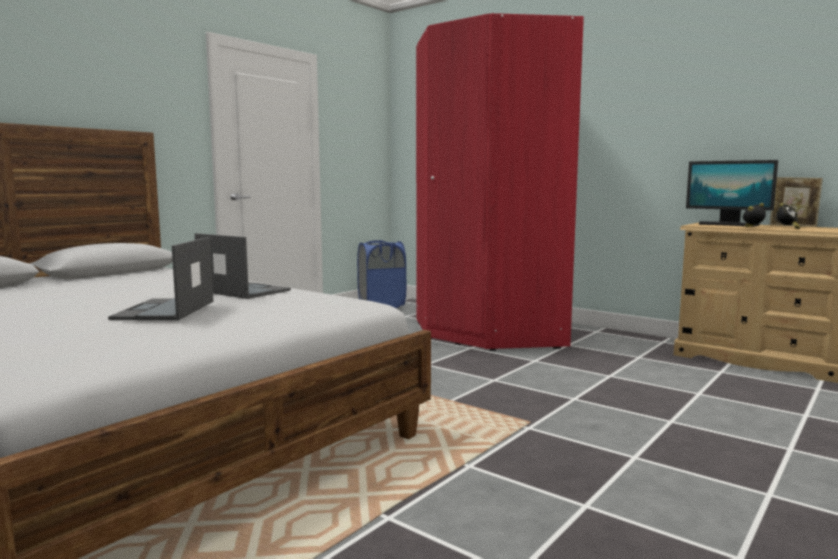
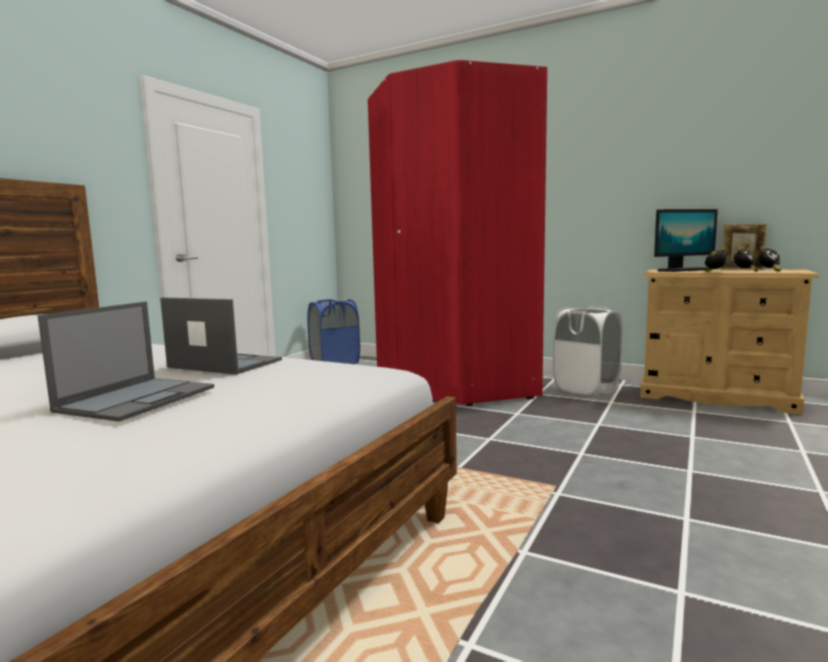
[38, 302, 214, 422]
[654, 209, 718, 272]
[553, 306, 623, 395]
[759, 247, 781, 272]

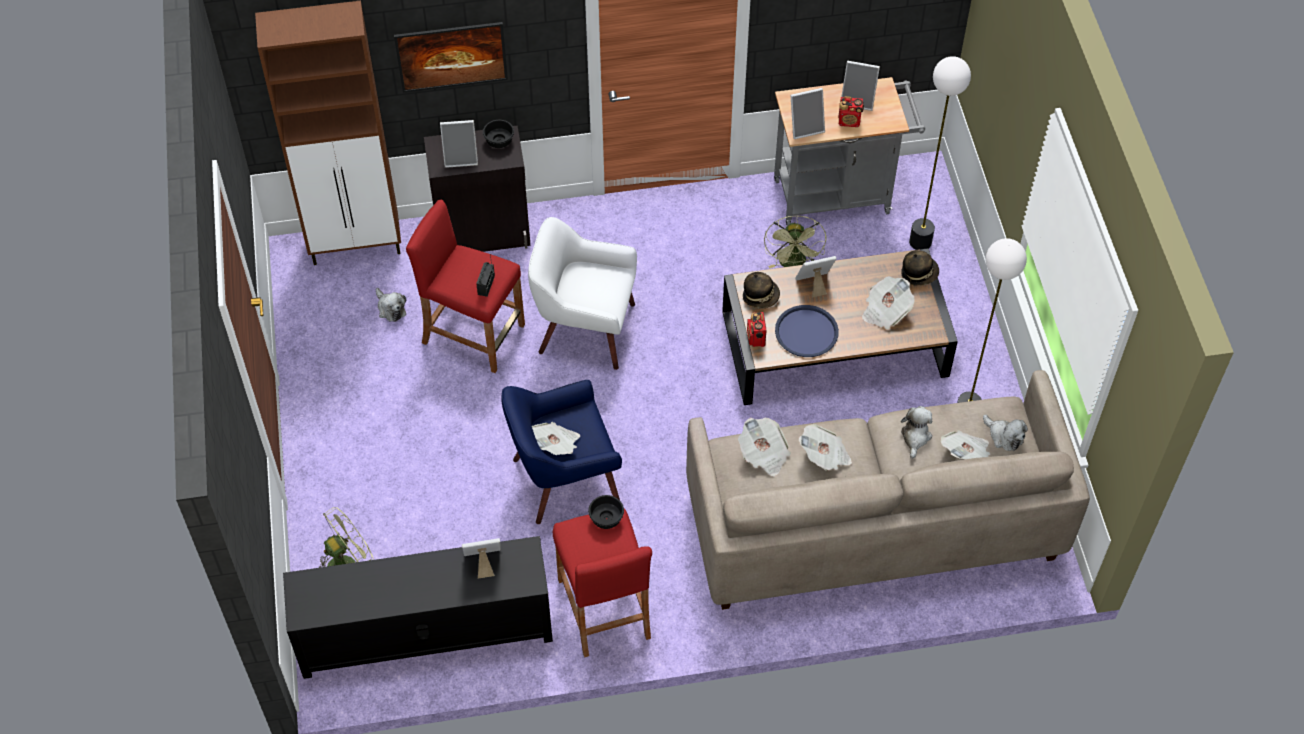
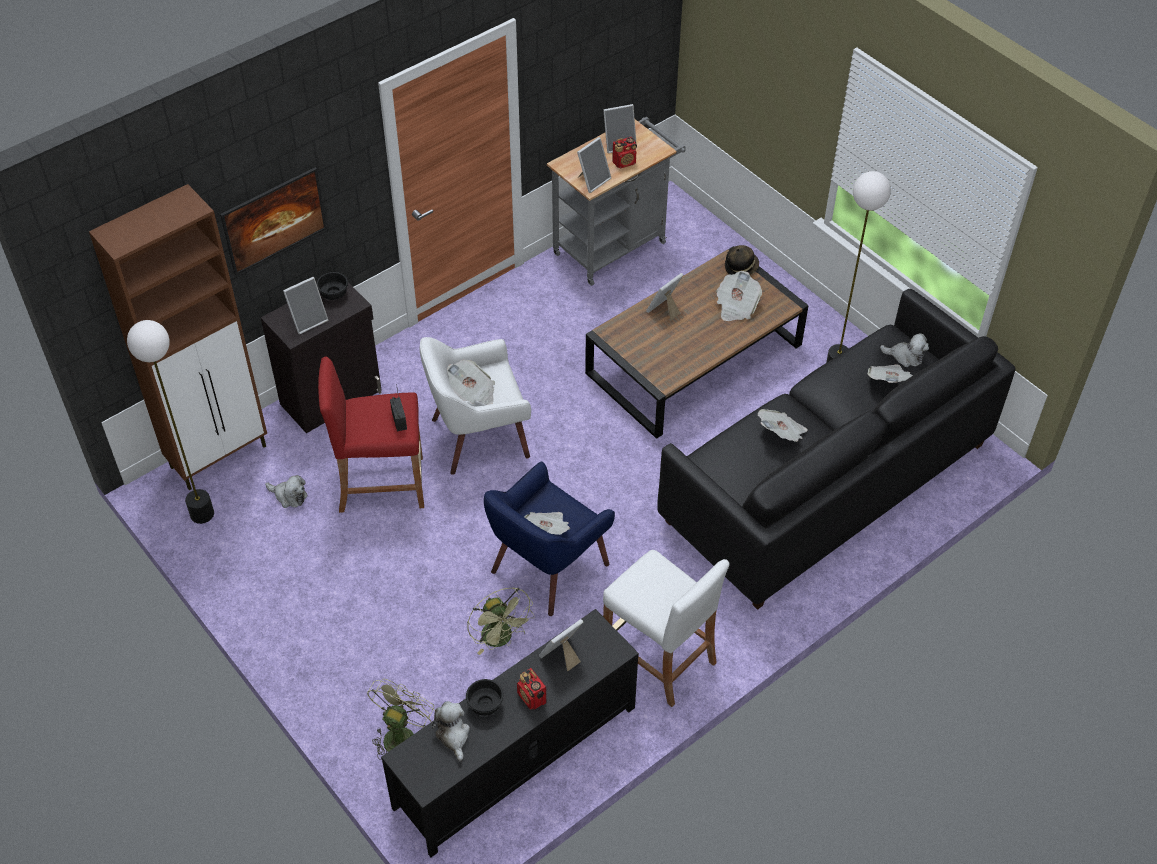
[603, 550, 730, 707]
[466, 679, 504, 716]
[657, 289, 1016, 610]
[447, 360, 495, 405]
[743, 272, 780, 308] (first image)
[517, 668, 546, 710]
[468, 587, 535, 655]
[775, 305, 839, 357] (first image)
[431, 701, 470, 762]
[127, 320, 214, 524]

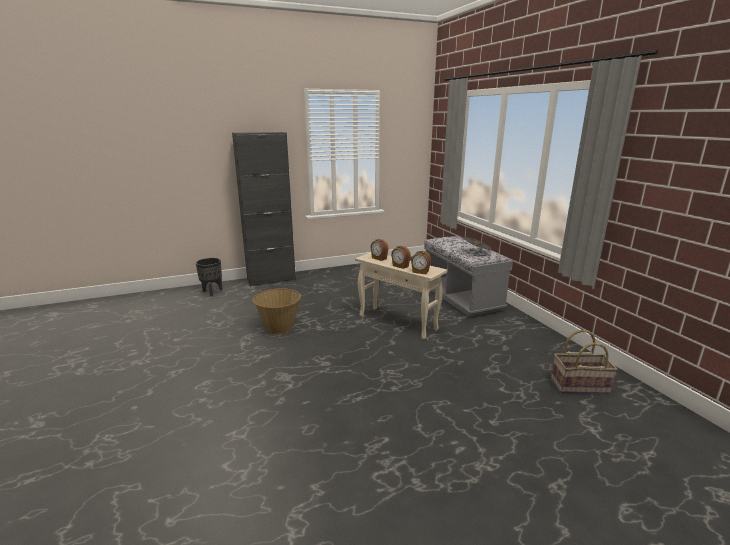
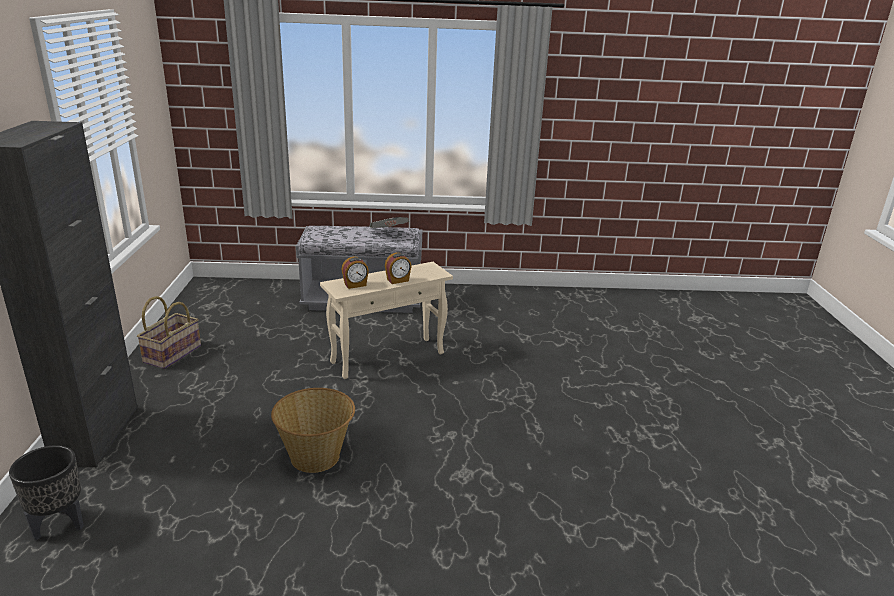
[411, 251, 431, 274] (first image)
[137, 296, 201, 369]

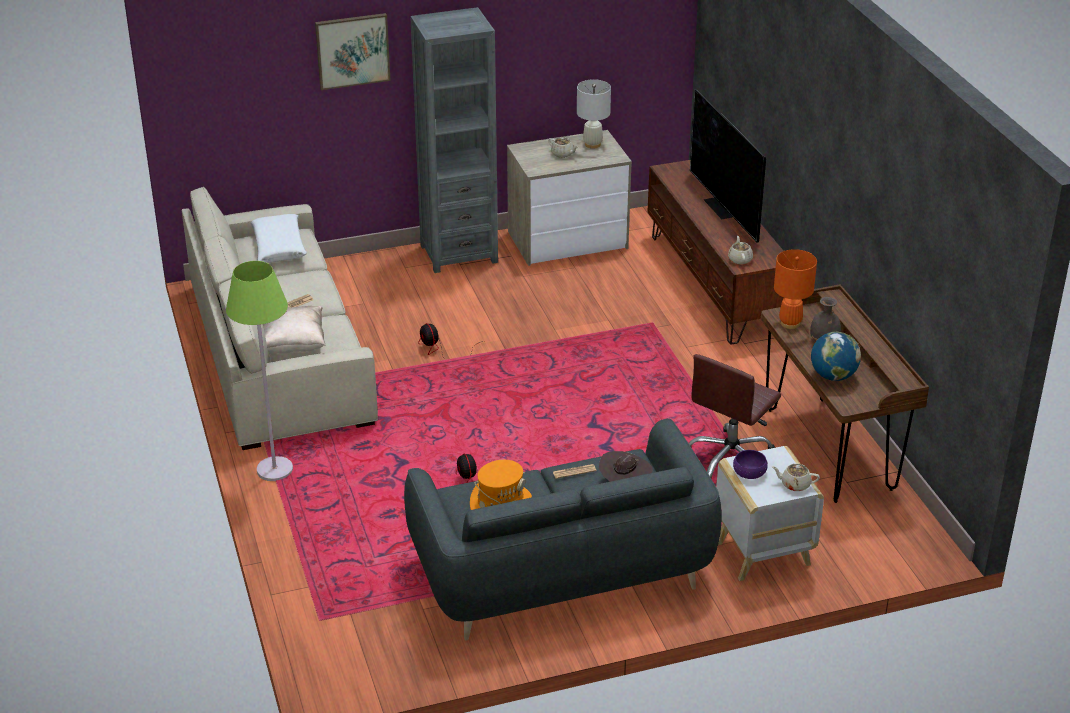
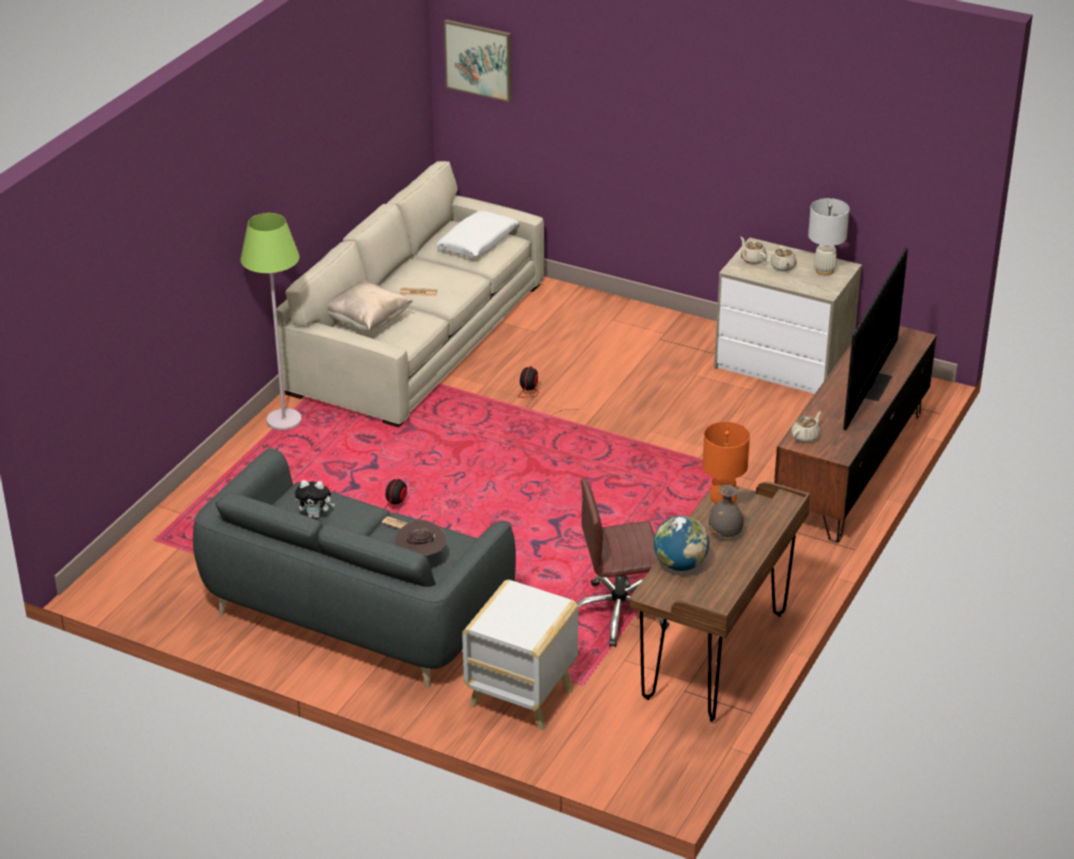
[444, 19, 512, 102]
[410, 7, 498, 273] (first image)
[295, 480, 335, 518]
[733, 450, 768, 479] (first image)
[740, 237, 767, 264]

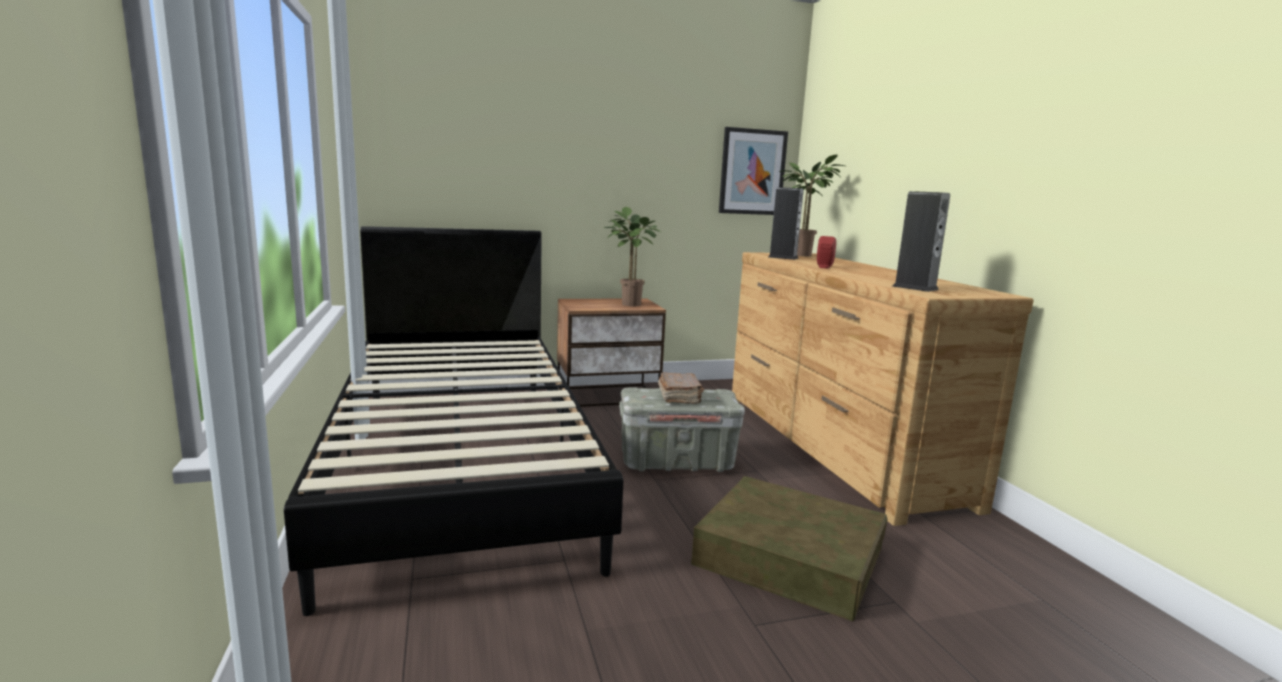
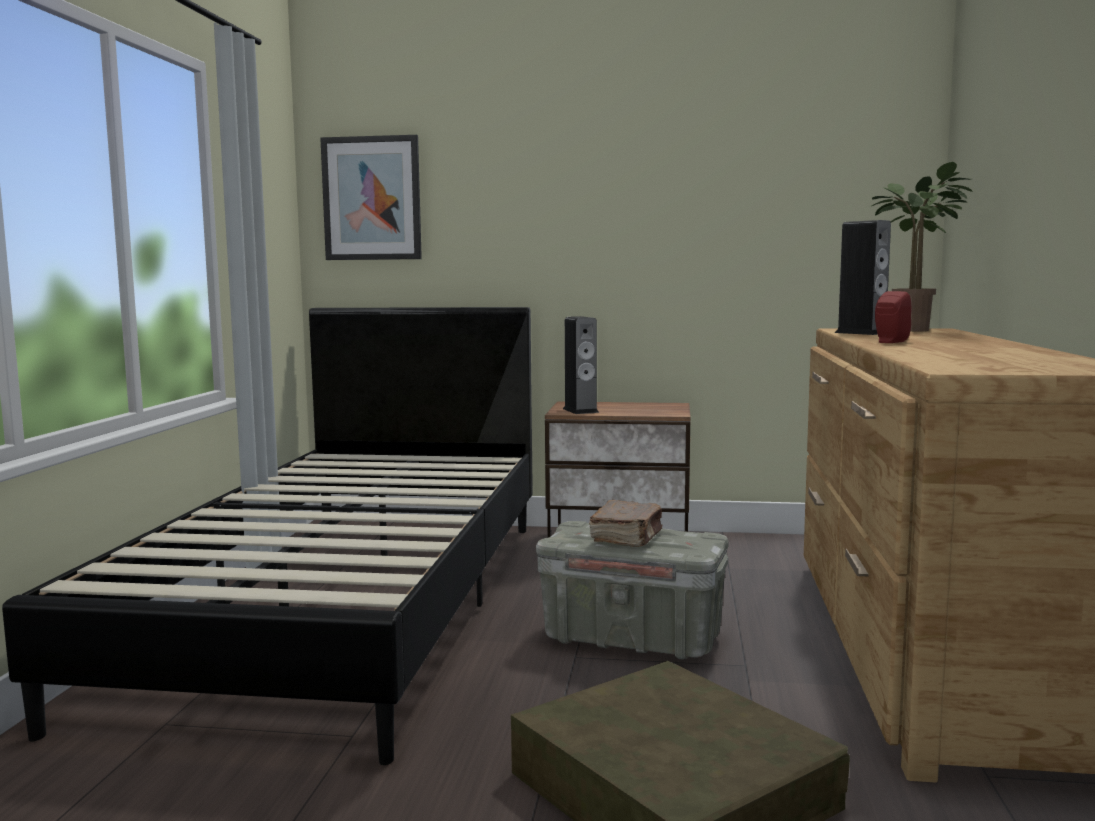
[604, 207, 661, 306] (first image)
[320, 135, 422, 260]
[563, 316, 599, 414]

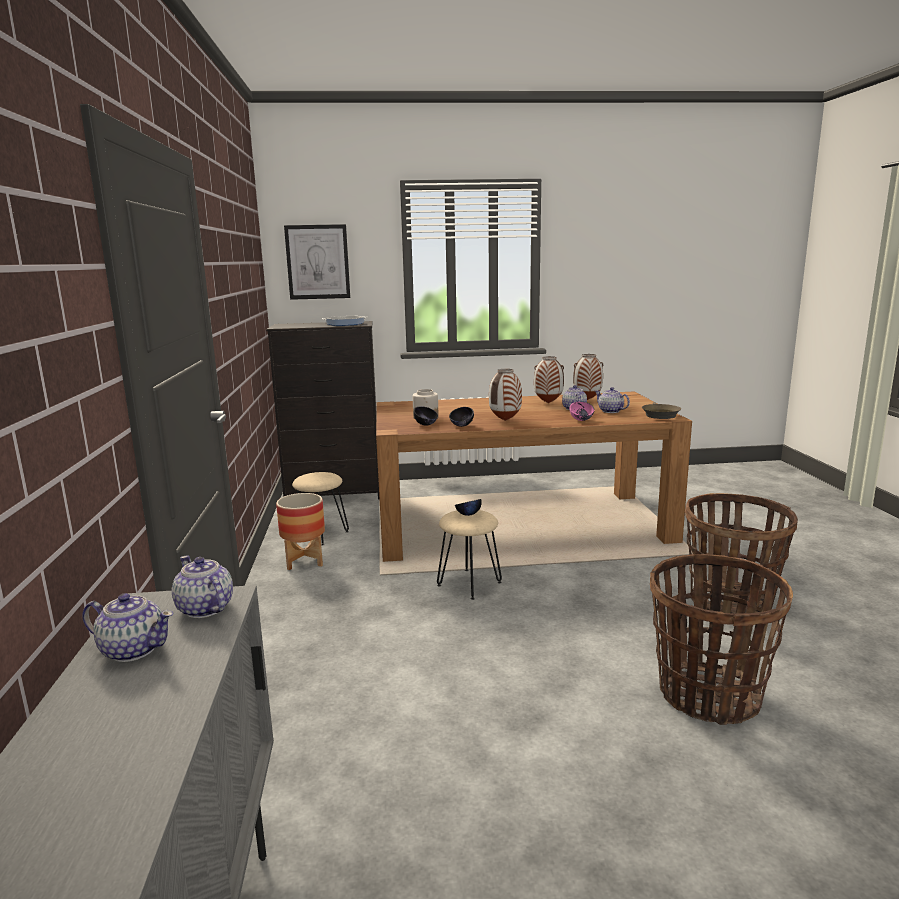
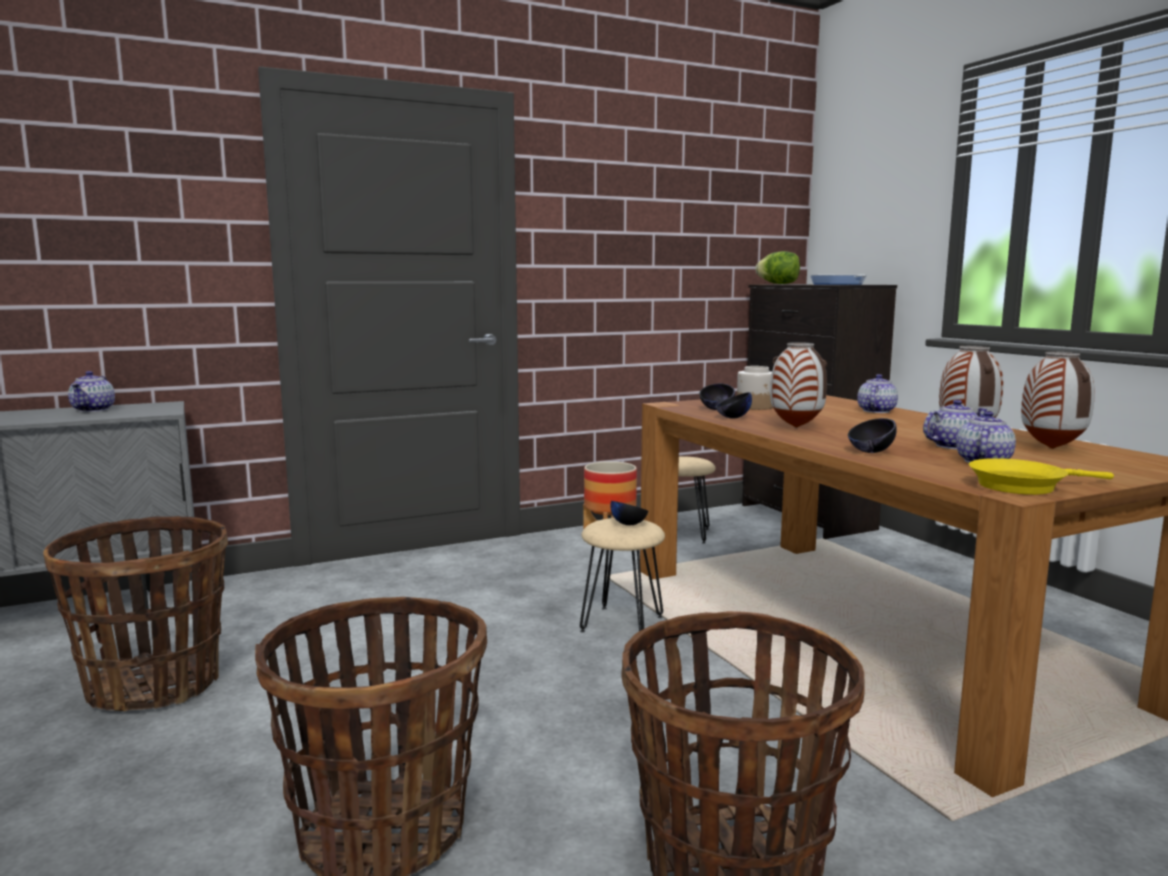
[857, 374, 898, 413]
[284, 224, 350, 300] (first image)
[848, 418, 897, 453]
[969, 458, 1114, 495]
[43, 516, 228, 711]
[755, 251, 800, 284]

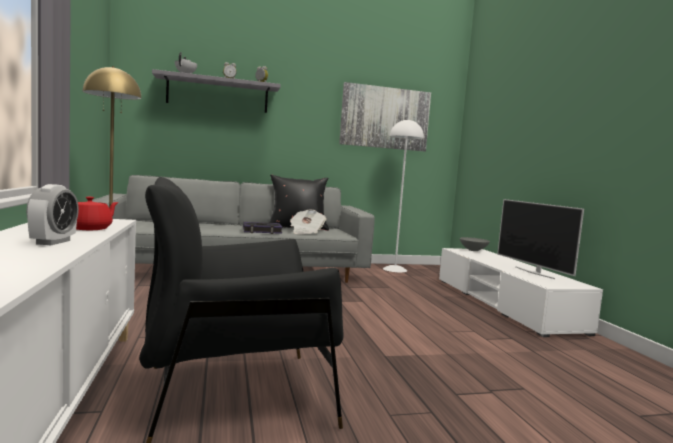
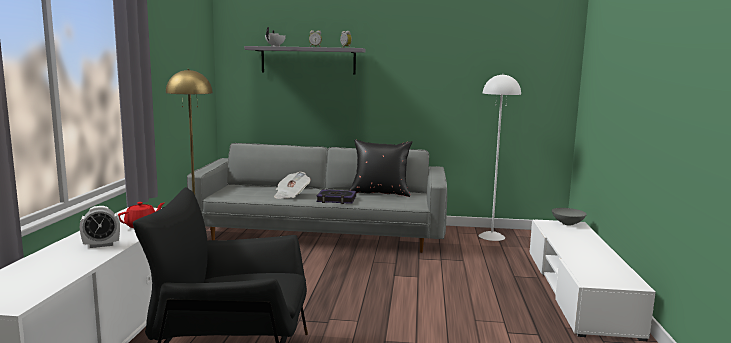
[80, 206, 120, 248]
[274, 172, 310, 199]
[339, 82, 431, 151] (first image)
[497, 199, 584, 279] (first image)

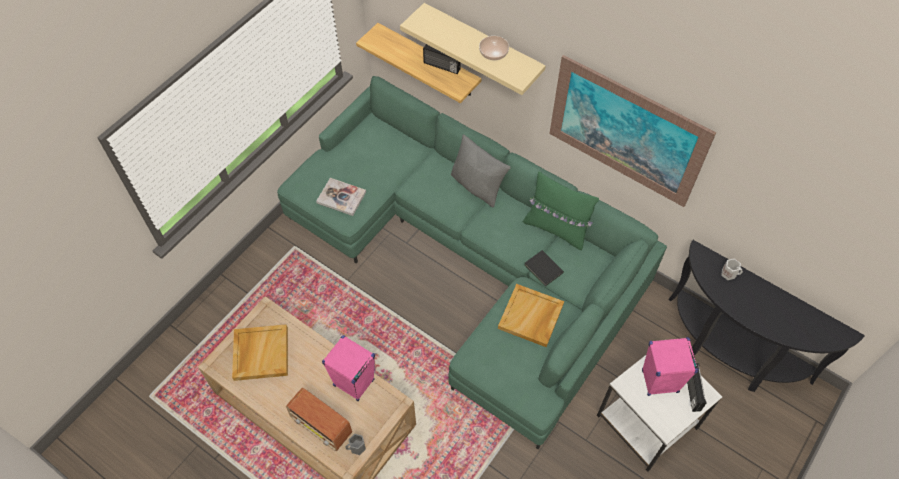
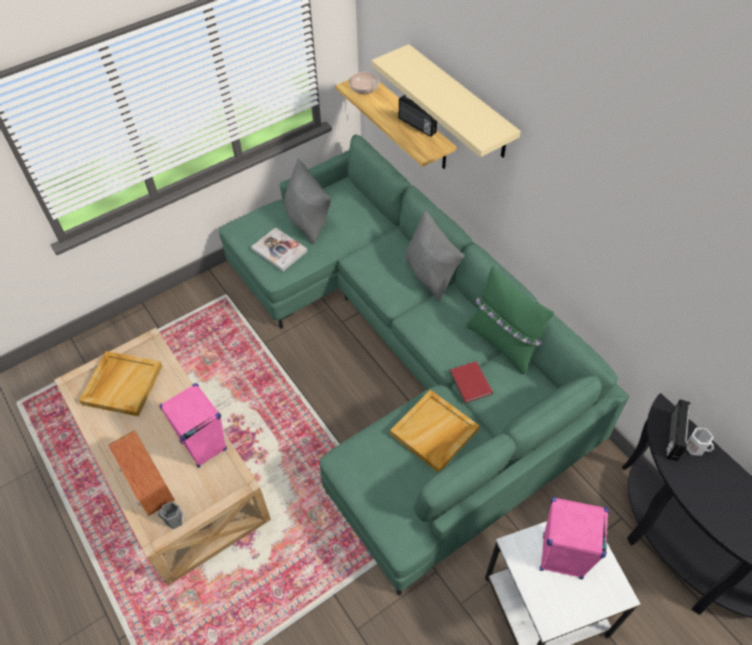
[349, 72, 379, 94]
[450, 361, 493, 403]
[549, 55, 716, 207] (first image)
[666, 399, 690, 461]
[284, 158, 331, 244]

